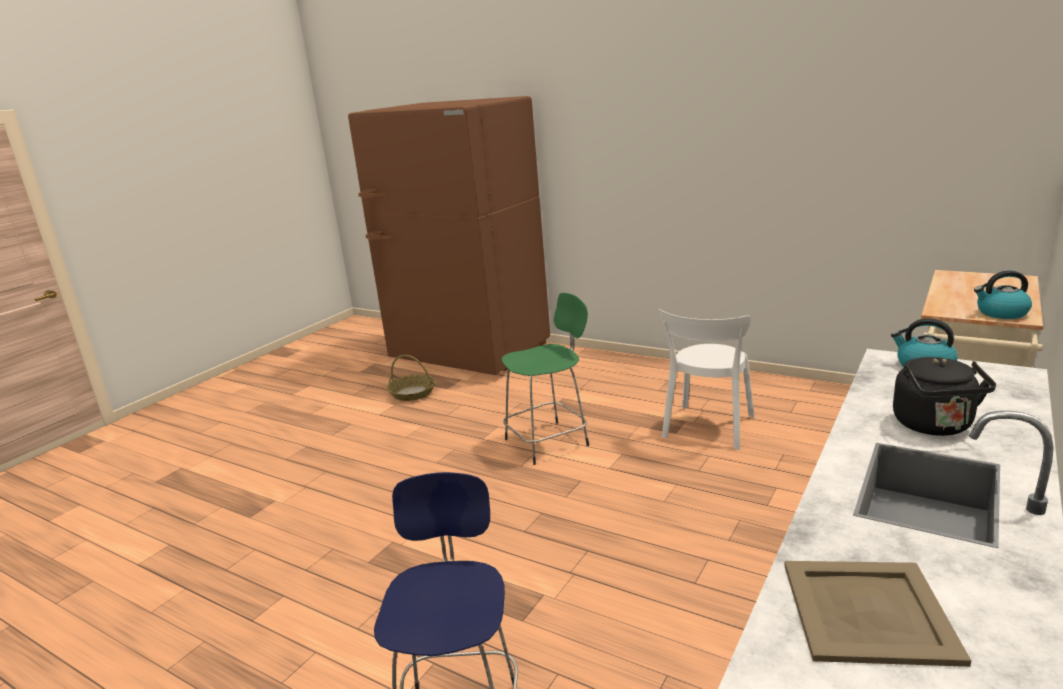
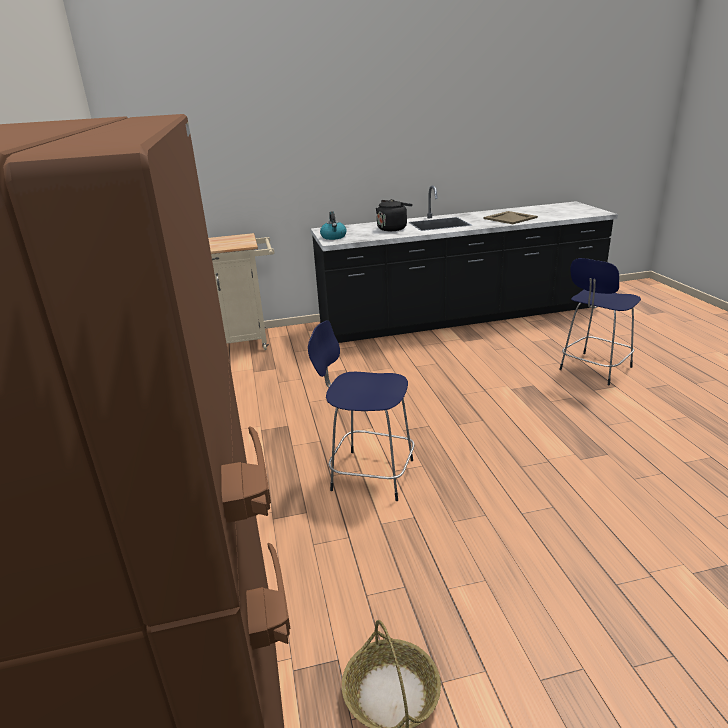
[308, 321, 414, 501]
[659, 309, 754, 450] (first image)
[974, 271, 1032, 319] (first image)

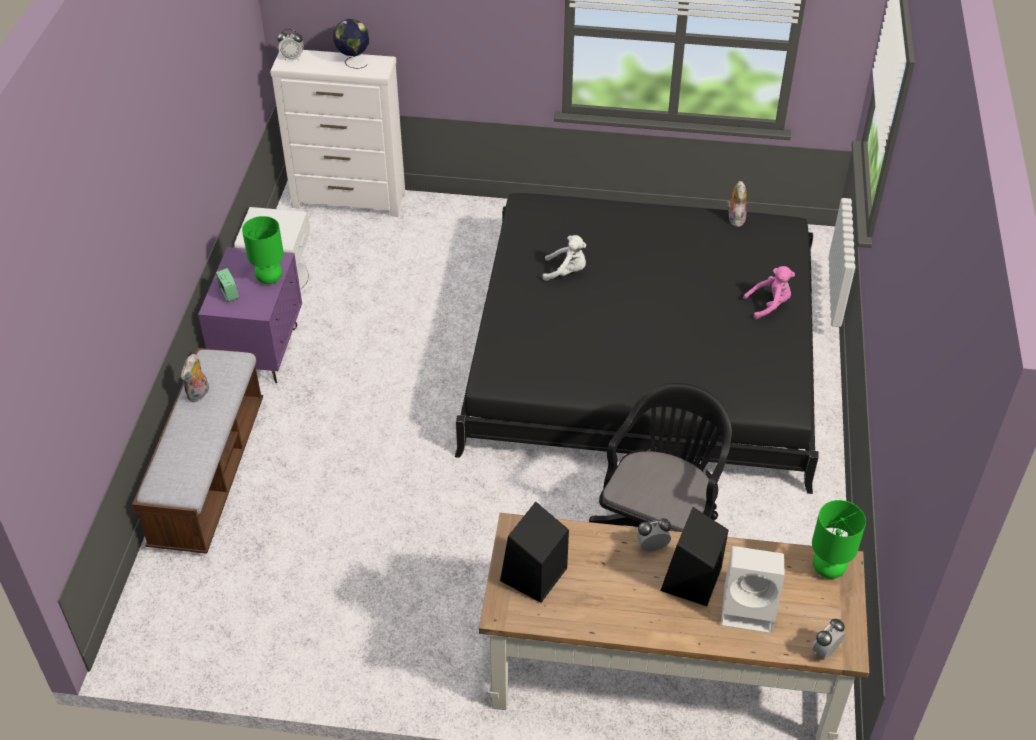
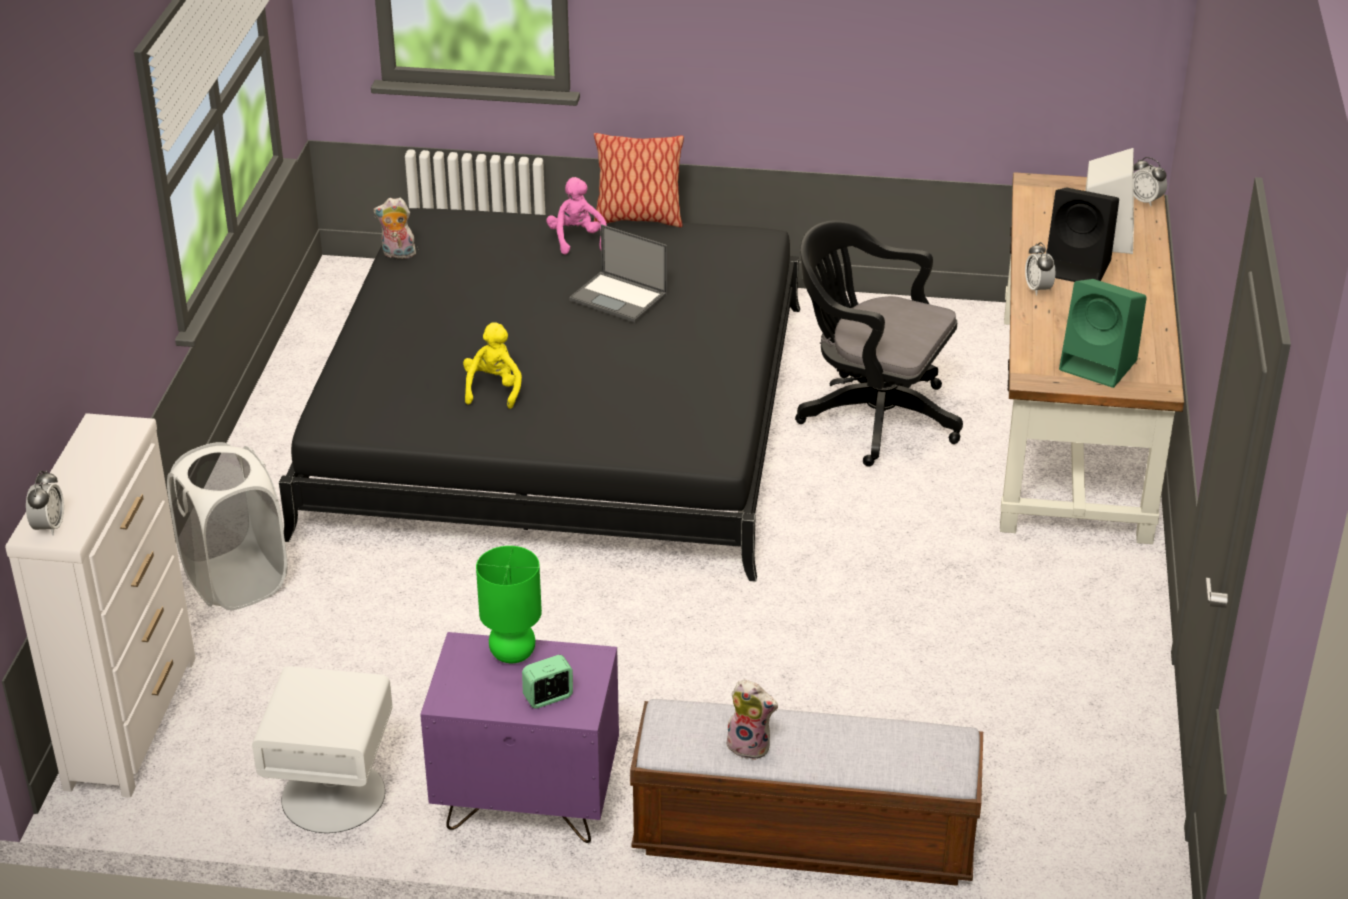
[333, 19, 370, 69] (first image)
[1059, 279, 1147, 388]
[463, 322, 522, 409]
[812, 500, 866, 579] (first image)
[167, 442, 288, 610]
[569, 224, 667, 323]
[594, 133, 684, 227]

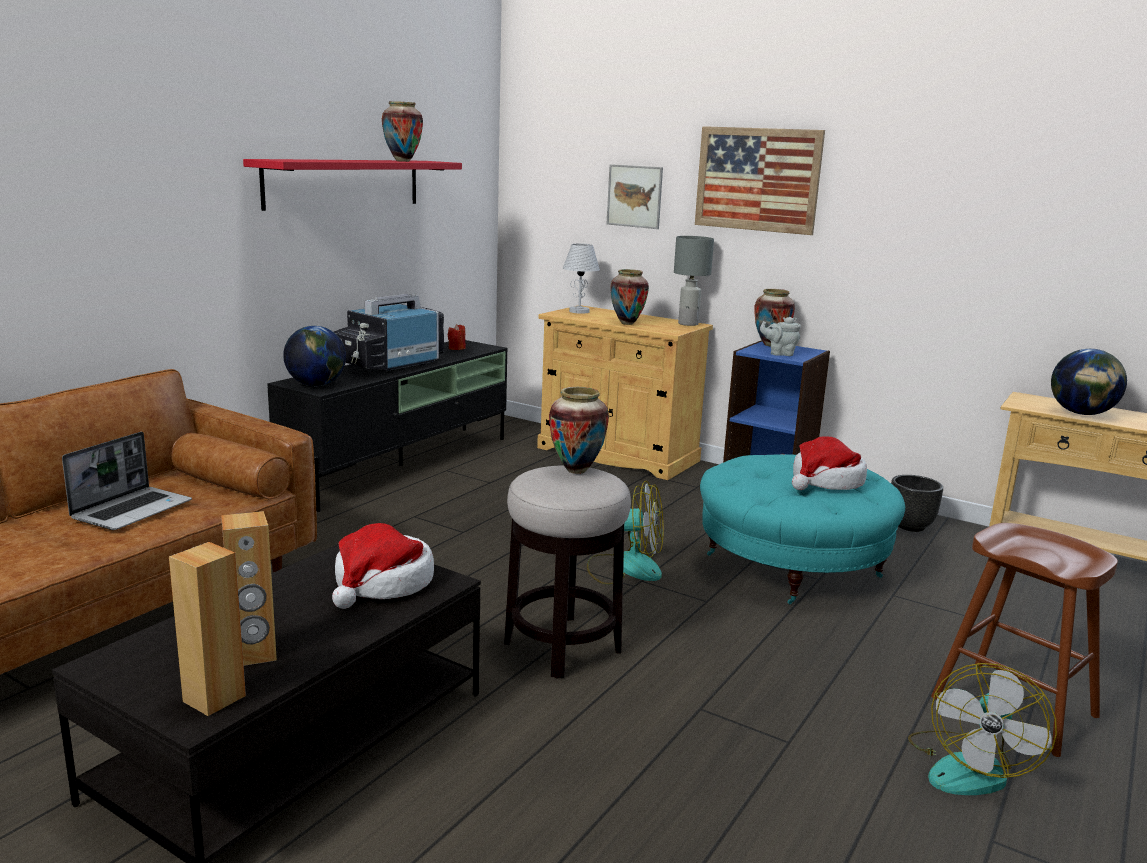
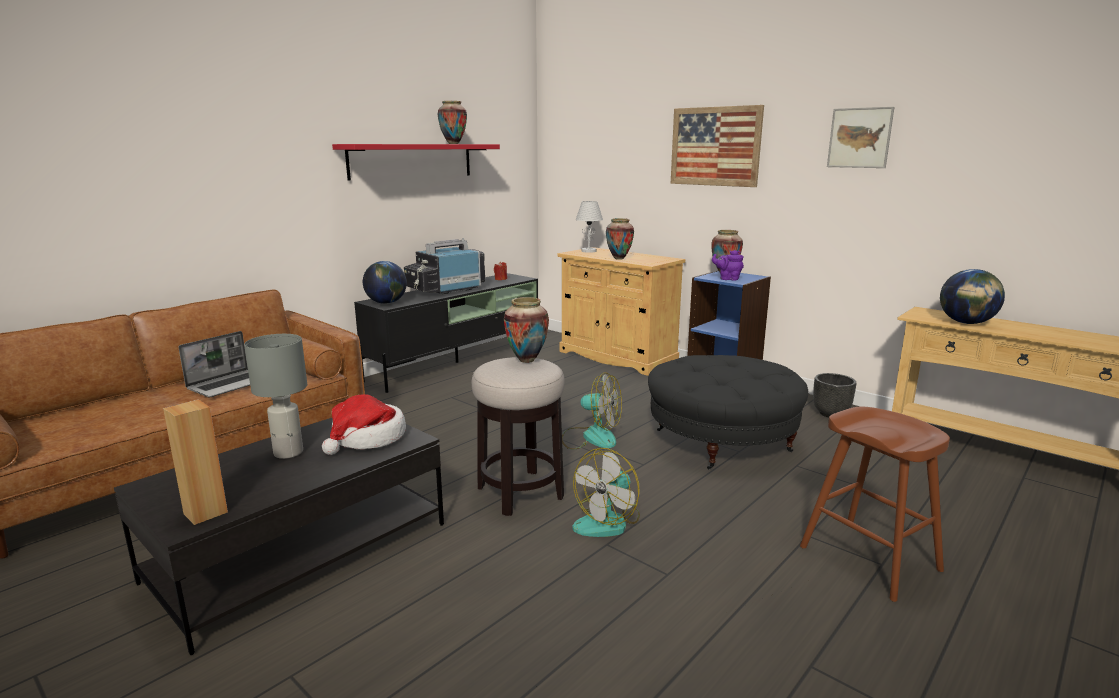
[221, 511, 277, 666] (first image)
[827, 107, 894, 168]
[244, 334, 307, 459]
[648, 355, 808, 469]
[712, 250, 744, 281]
[792, 436, 867, 490] (first image)
[572, 448, 640, 537]

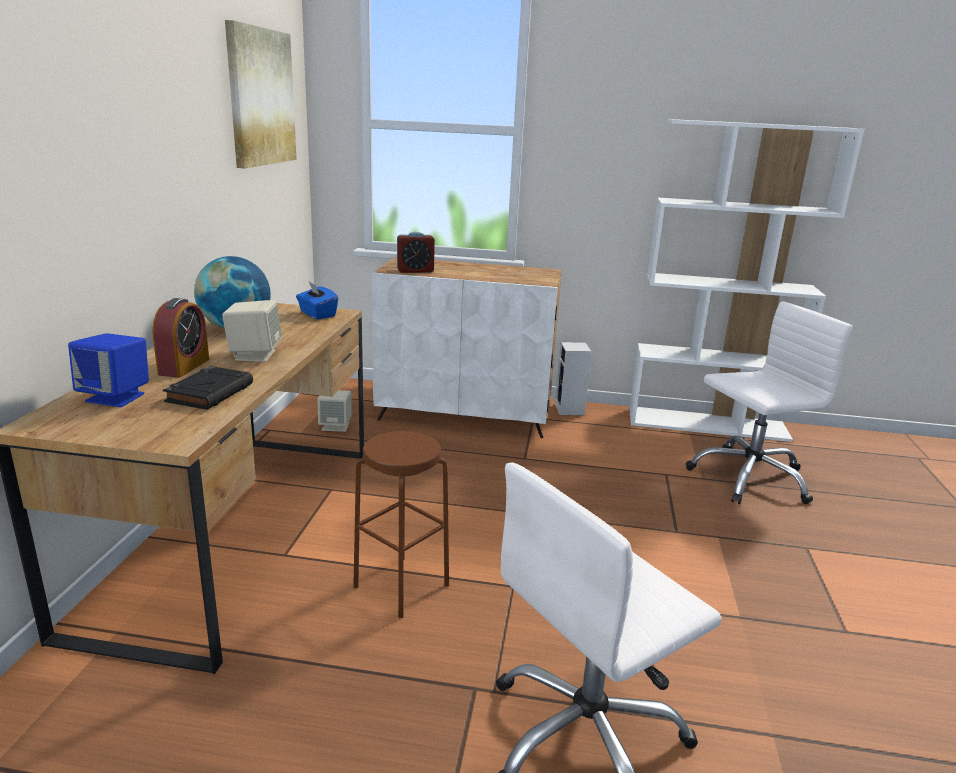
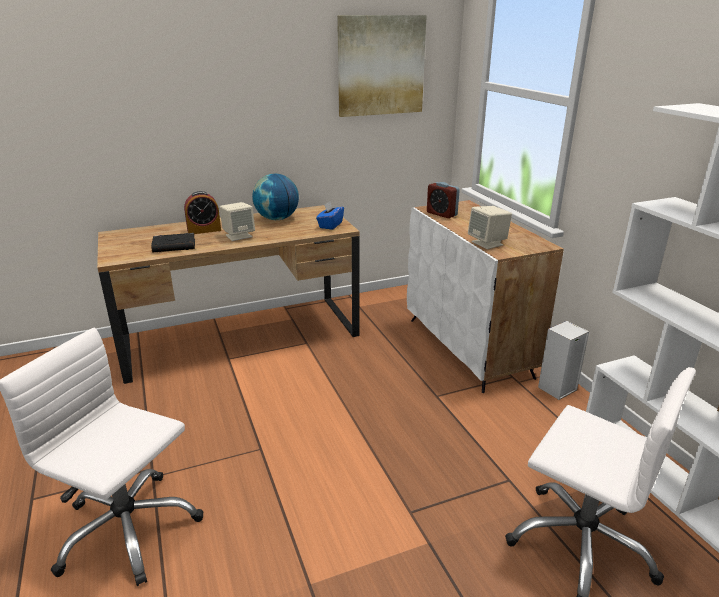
[68, 333, 149, 407] (first image)
[468, 206, 512, 249]
[353, 431, 449, 618] (first image)

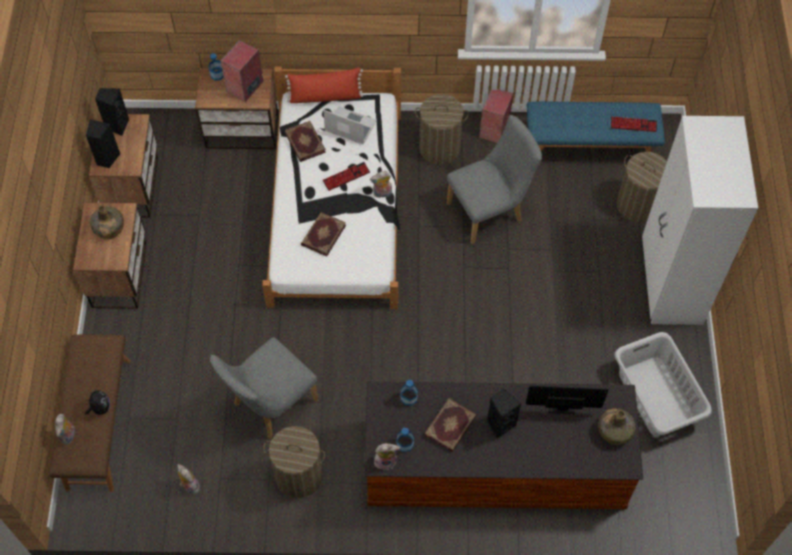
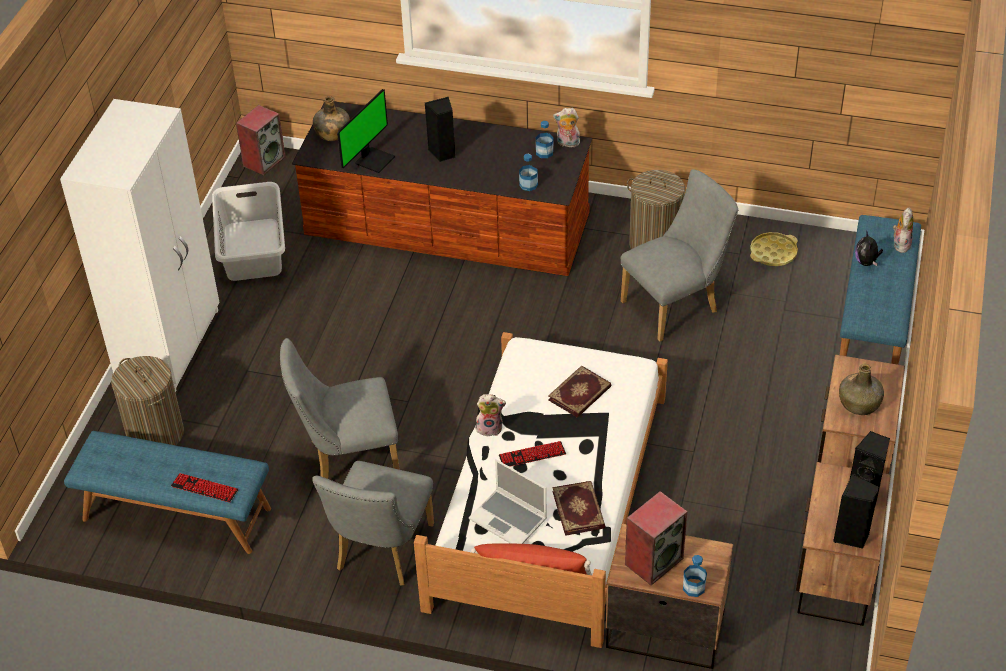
[840, 215, 921, 365]
[750, 232, 798, 266]
[312, 461, 434, 586]
[425, 398, 477, 452] (first image)
[236, 105, 286, 176]
[337, 89, 395, 173]
[171, 473, 239, 502]

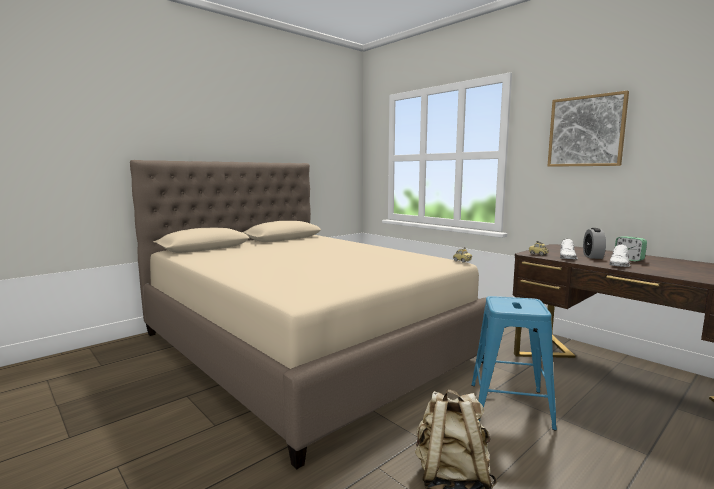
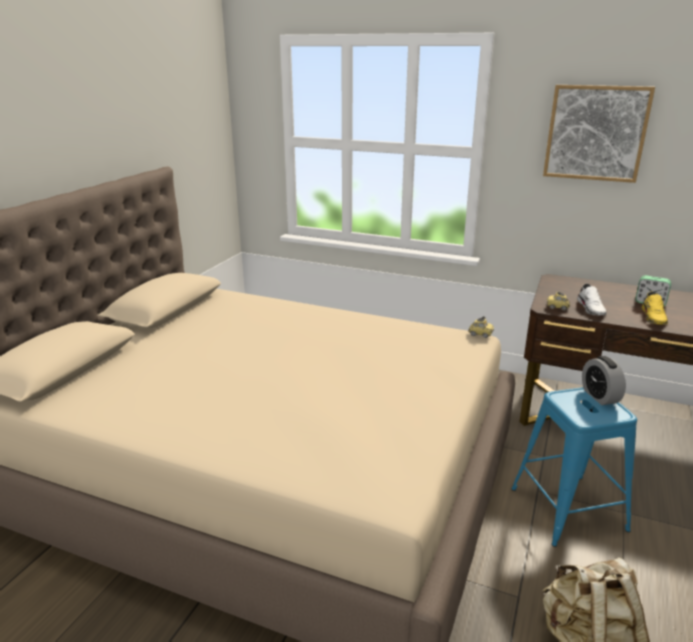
[582, 356, 626, 405]
[642, 291, 668, 325]

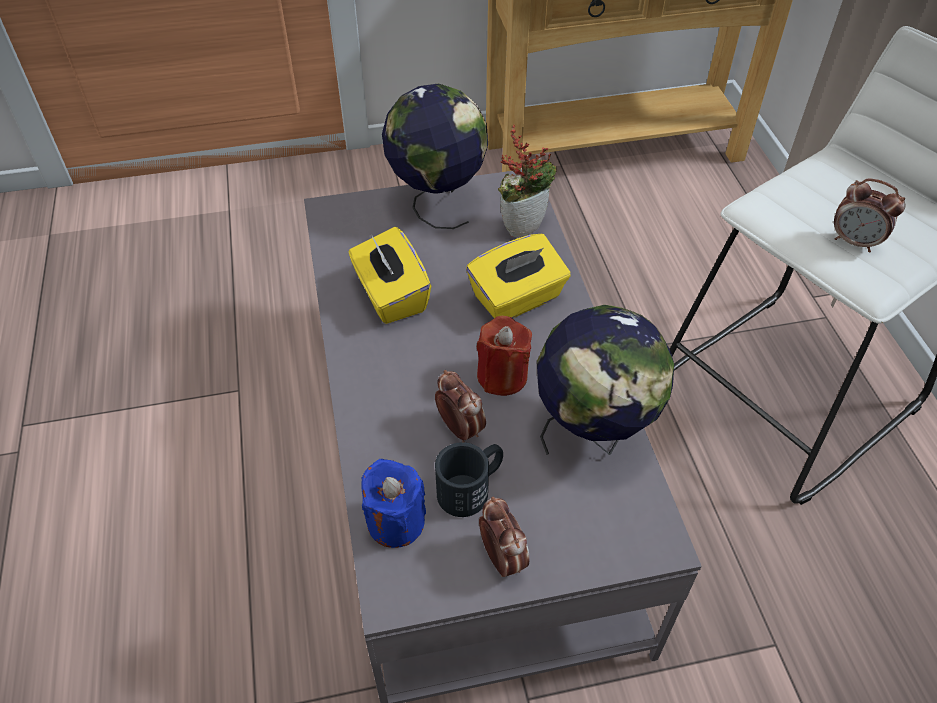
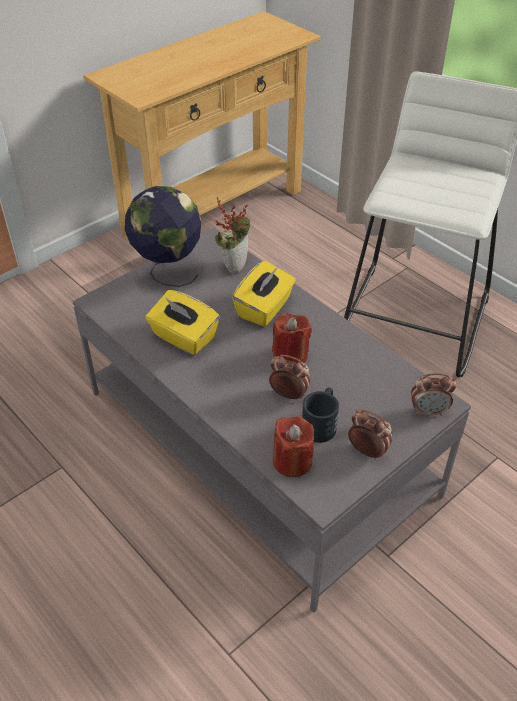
[273, 416, 314, 477]
[537, 305, 674, 455] (first image)
[411, 373, 456, 416]

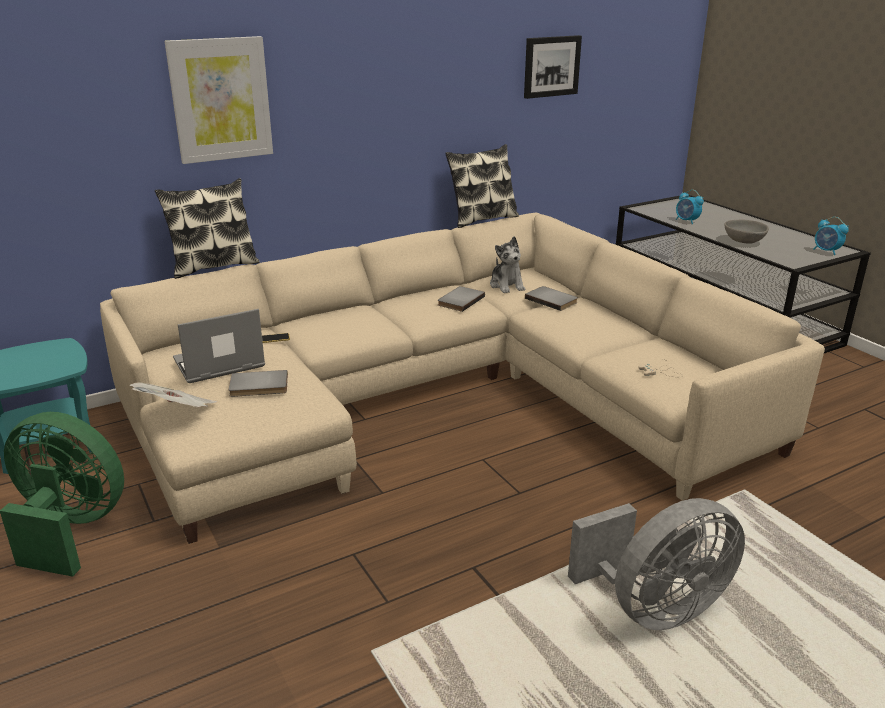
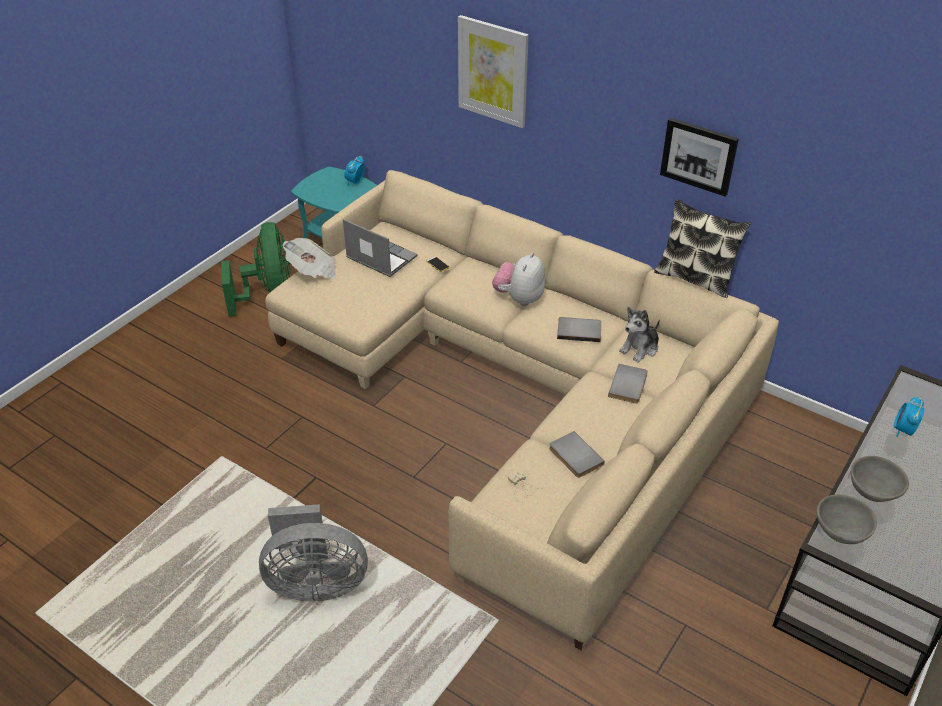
[155, 178, 260, 279] (first image)
[549, 431, 605, 478]
[660, 118, 739, 196]
[259, 504, 368, 601]
[344, 156, 365, 186]
[492, 253, 545, 306]
[817, 494, 877, 544]

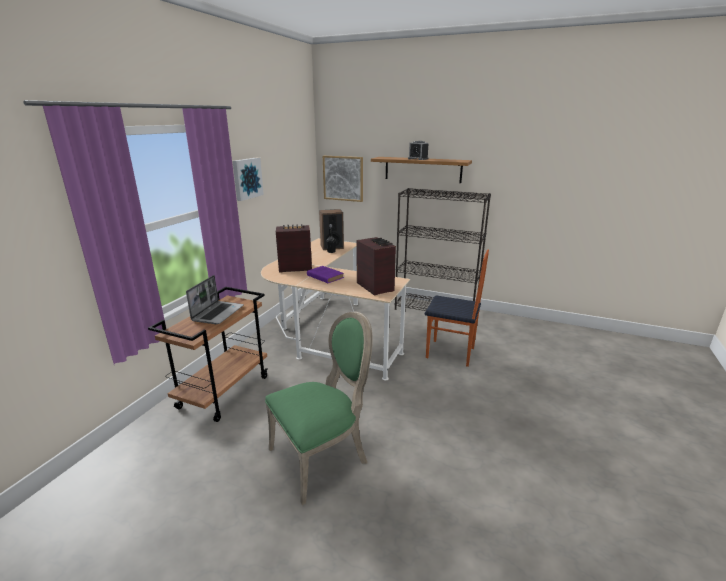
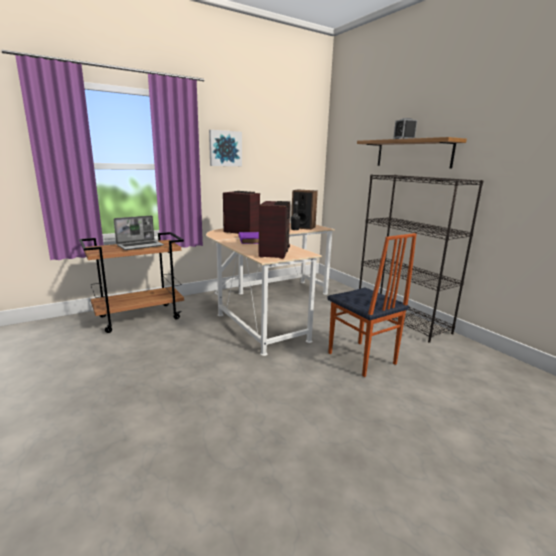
[265, 311, 373, 505] (first image)
[323, 156, 363, 202] (first image)

